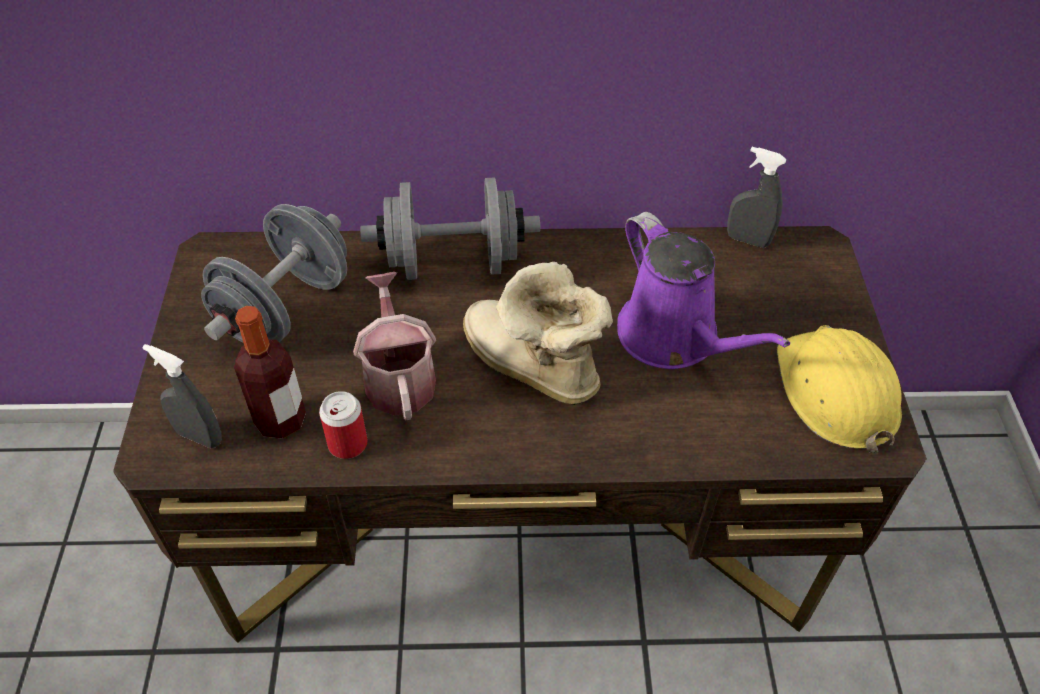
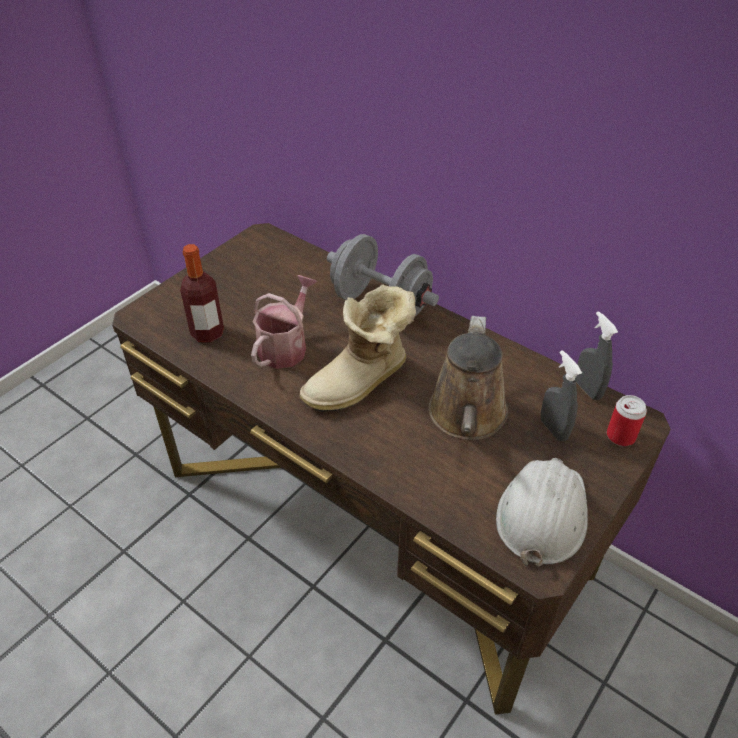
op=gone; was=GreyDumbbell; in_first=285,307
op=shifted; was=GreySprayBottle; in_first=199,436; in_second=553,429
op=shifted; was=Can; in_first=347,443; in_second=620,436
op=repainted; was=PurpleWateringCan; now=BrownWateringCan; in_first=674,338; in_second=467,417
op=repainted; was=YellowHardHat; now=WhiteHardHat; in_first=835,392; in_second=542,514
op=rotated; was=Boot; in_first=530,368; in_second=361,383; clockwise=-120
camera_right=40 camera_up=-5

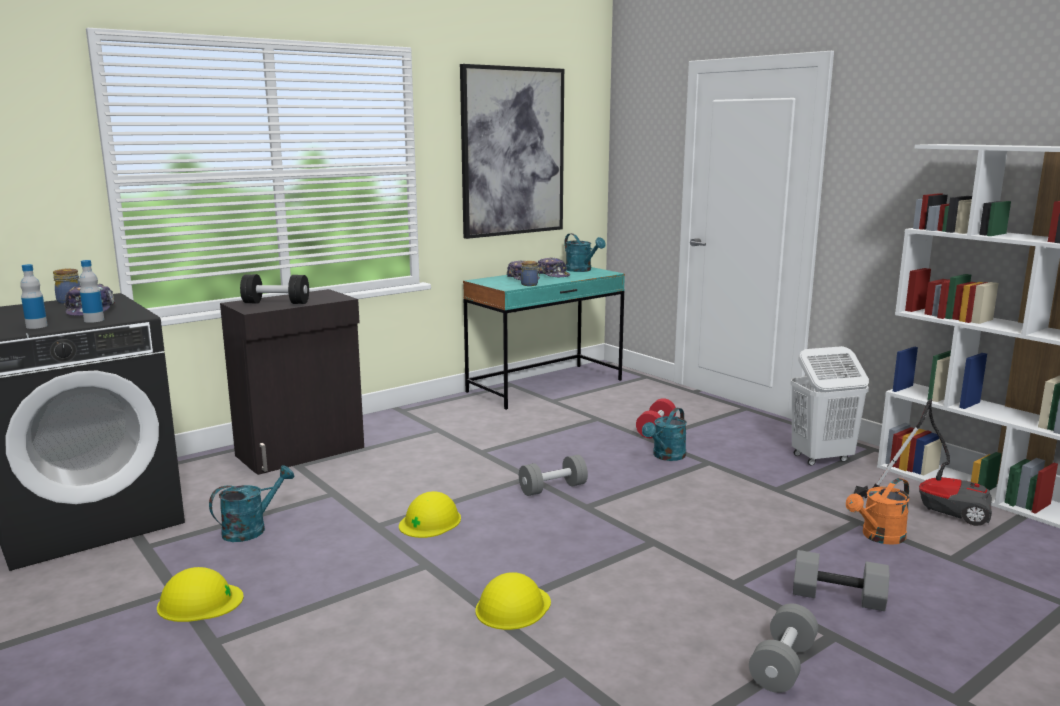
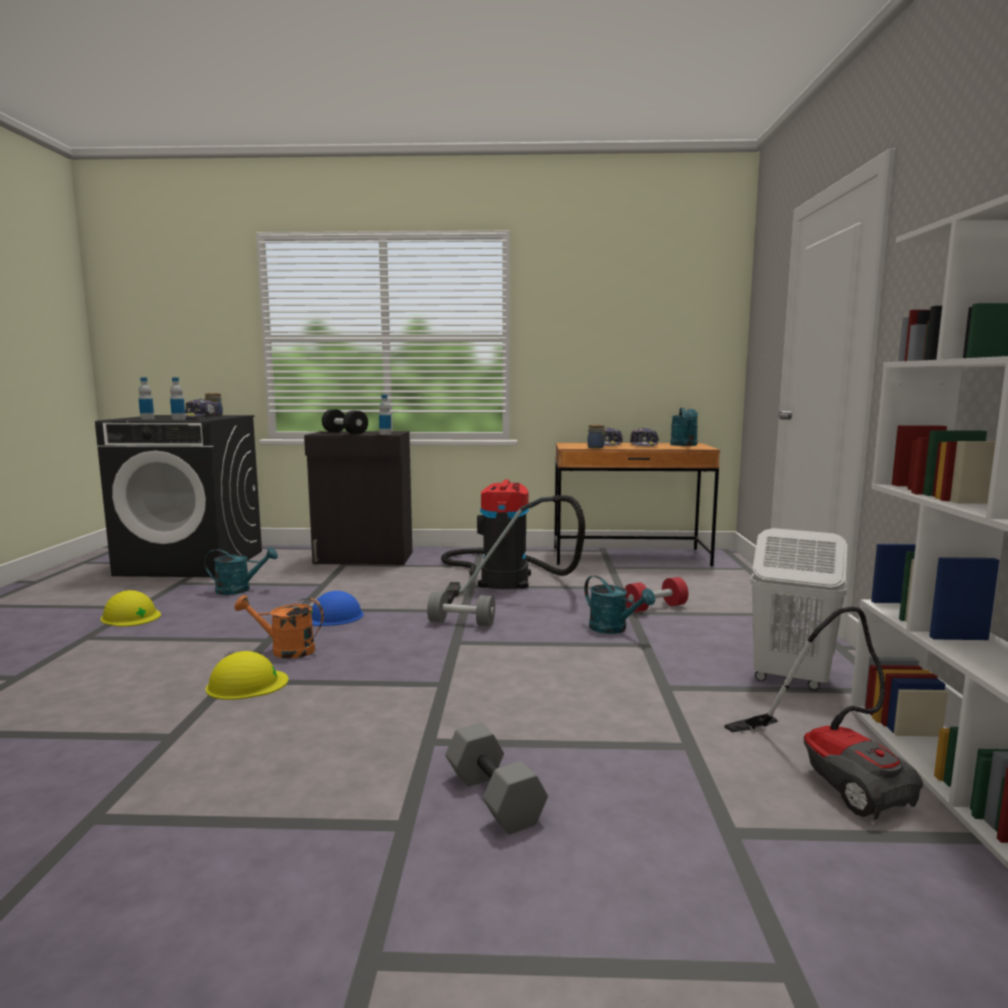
op=gone; was=Picture; in_first=512,152
op=gone; was=GreyDumbbell; in_first=782,665
op=new; now=Bottle; in_second=385,434
op=new; now=VacuumCleaner; in_second=503,578
op=shifted; was=OrangeWateringCan; in_first=878,537; in_second=285,650
op=repainted; was=YellowHardHat; now=BlueHardHat; in_first=430,521; in_second=333,616
op=repainted; was=TurquoiseDesk; now=BrownDesk; in_first=545,386; in_second=630,556
op=rotated; was=TurquoiseWateringCan; in_first=666,456; in_second=614,629; clockwise=-120
camera_right=40 camera_up=-5

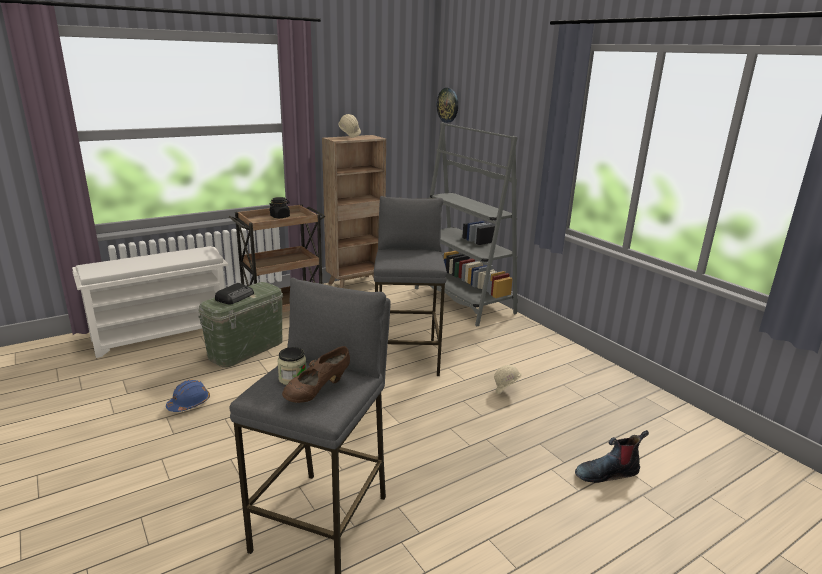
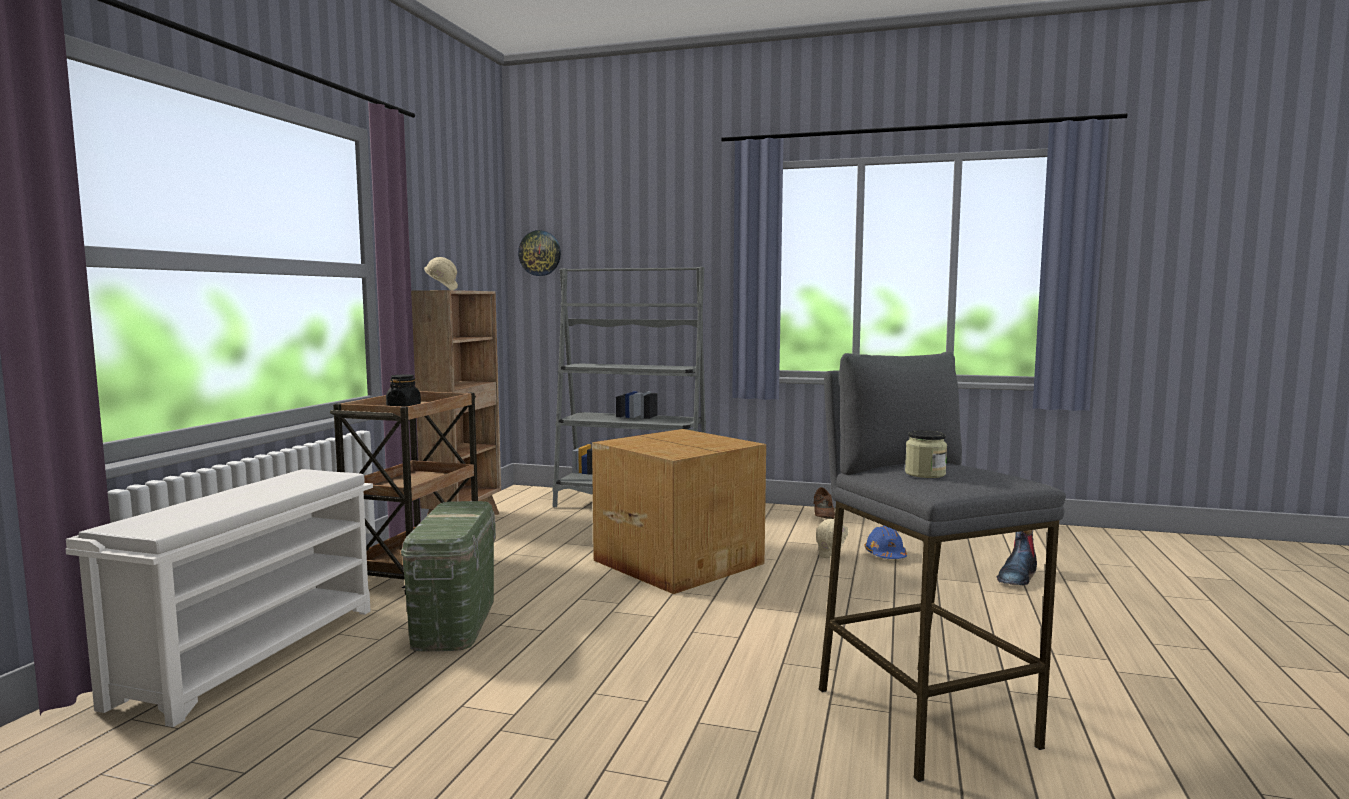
op=gone; was=Radio; in_first=235,297
op=shifted; was=BlueHardHat; in_first=189,403; in_second=885,555
op=shifted; was=BrownShoe; in_first=317,391; in_second=823,517
op=swapped; was=GreyStool; now=CardboardBox; in_first=407,356; in_second=678,561
camera_right=-40 camera_up=-15

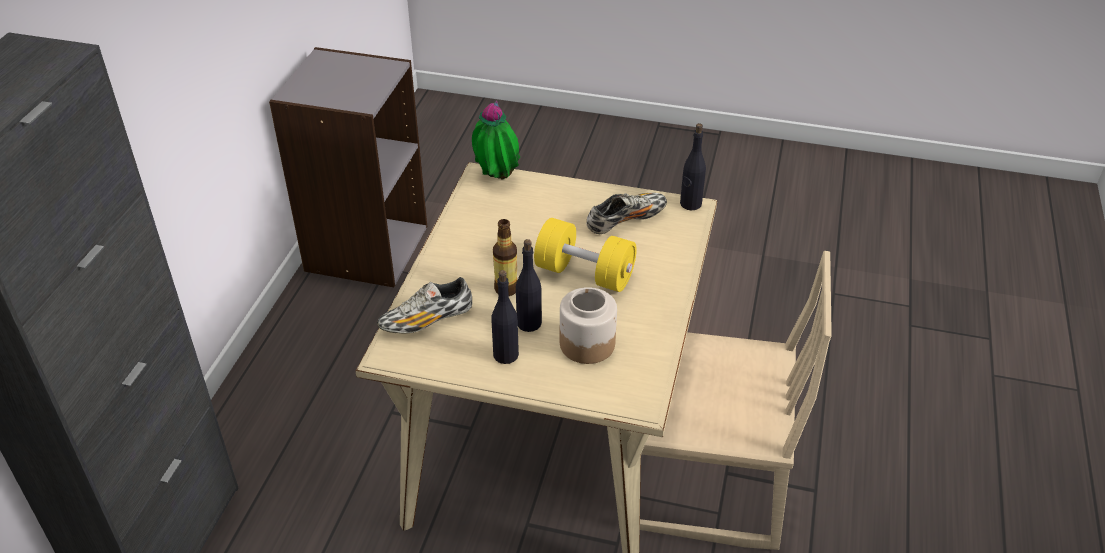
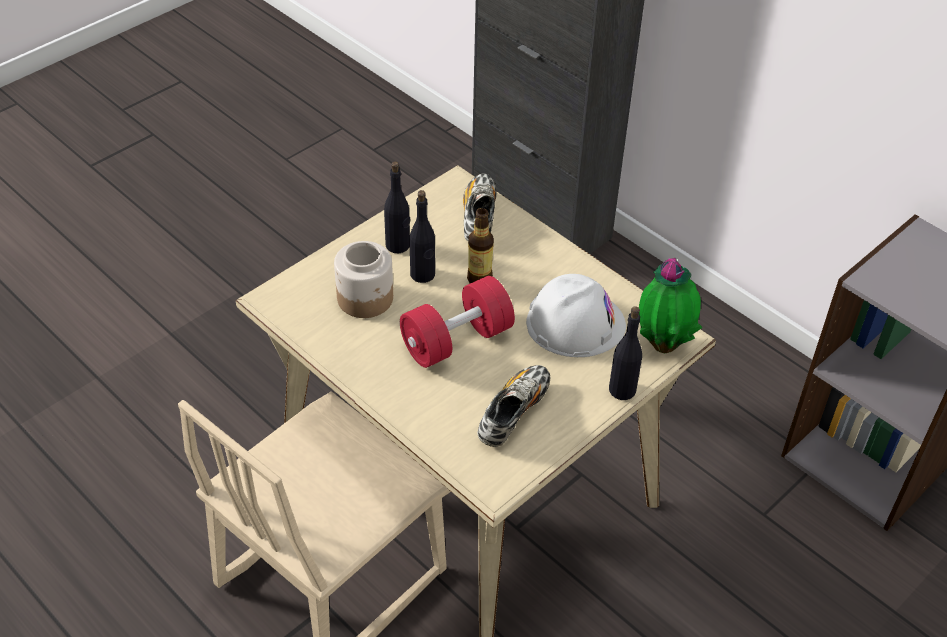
op=new; now=WhiteHardHat; in_second=575,323
op=shifted; was=BlackBottle; in_first=690,204; in_second=622,389
op=repainted; was=YellowDumbbell; now=RedDumbbell; in_first=584,273; in_second=456,340
op=rotated; was=Shoe; in_first=626,221; in_second=513,413; clockwise=-150
camera_right=120 camera_up=5

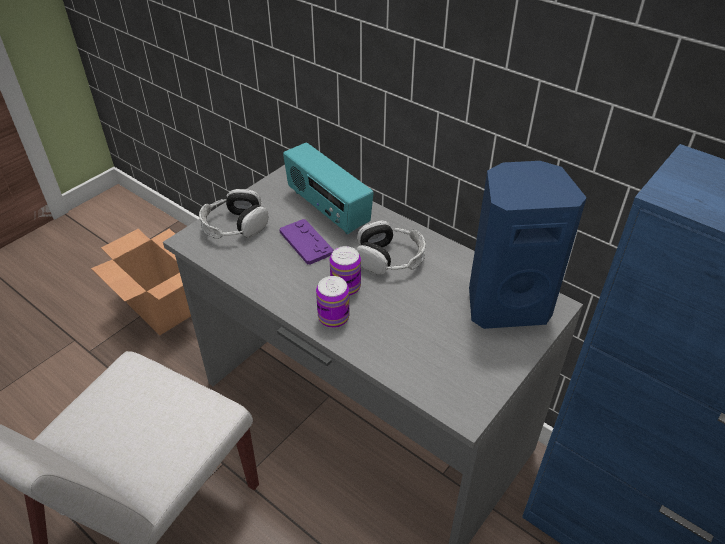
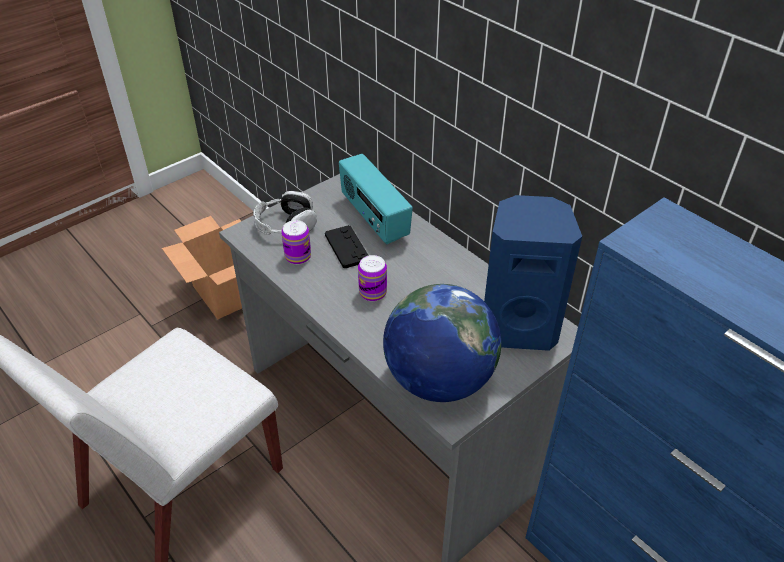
op=gone; was=Headphones; in_first=390,258
op=new; now=Globe; in_second=439,380
op=shifted; was=Can; in_first=333,317; in_second=298,257
op=repainted; was=PurpleGameController; now=BlackGameController; in_first=306,242; in_second=347,247
camera_right=10 camera_up=0

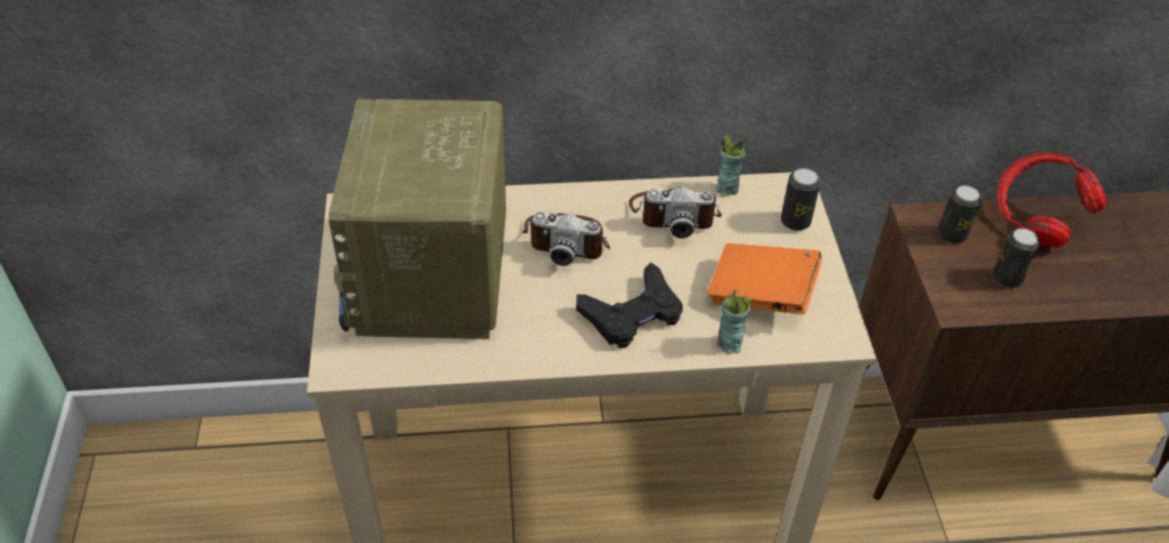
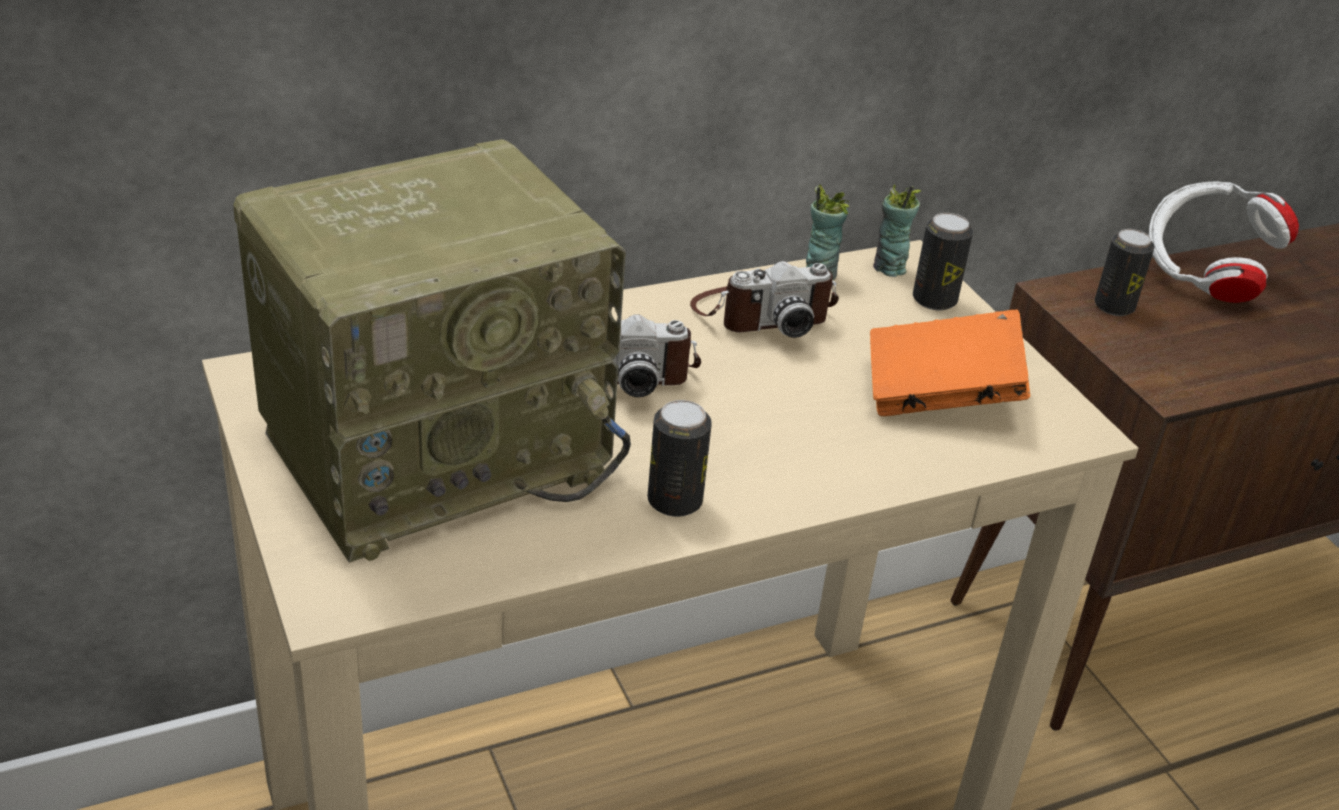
op=gone; was=BlackGameController; in_first=632,314
op=shifted; was=Cup; in_first=729,344; in_second=888,268
op=shifted; was=Can; in_first=1007,278; in_second=674,501
op=repainted; was=RedHeadphones; now=WhiteHeadphones; in_first=1035,220; in_second=1203,276
op=rotated; was=Radio; in_first=434,279; in_second=438,450; clockwise=-105
camera_right=-20 camera_up=-10

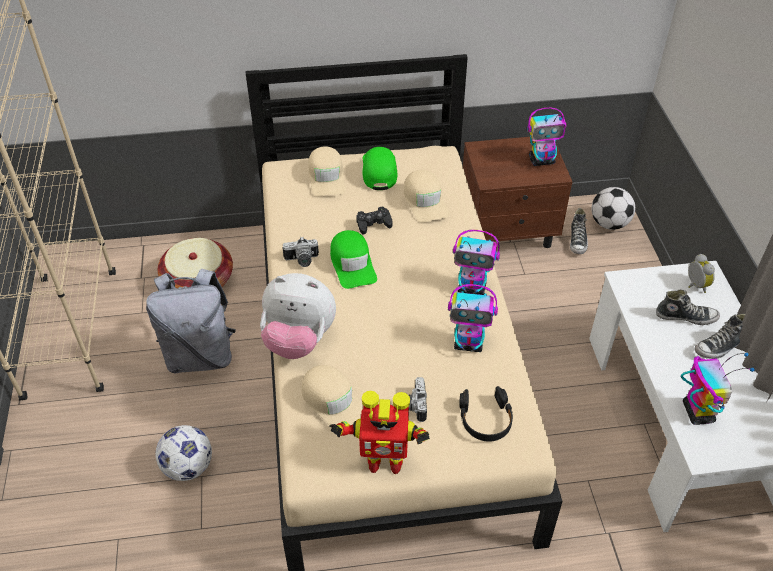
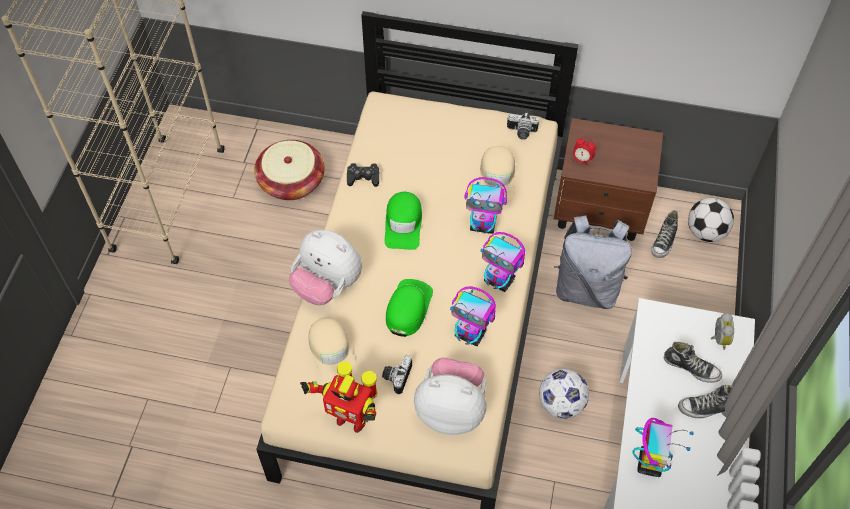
op=gone; was=BeigeCap; in_first=327,177
op=new; now=AlarmClock; in_second=582,160
op=shifted; was=GreyBackpack; in_first=200,355; in_second=586,288
op=shifted; was=Football; in_first=188,467; in_second=561,403
op=shifted; was=PhotoCamera; in_first=302,261; in_second=521,132
op=shifted; was=BlackGameController; in_first=373,223; in_second=363,177
op=shifted; was=GreenCap; in_first=379,171; in_second=408,308
op=shifted; was=ToyRobot; in_first=542,160; in_second=483,225
op=swapped; was=BlackHeadphones; now=PlushToy; in_first=485,419; in_second=451,409
camera_right=20 camera_up=10

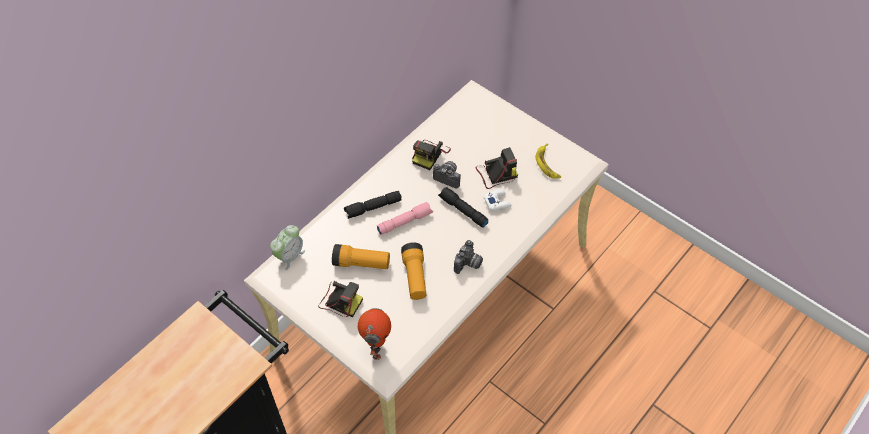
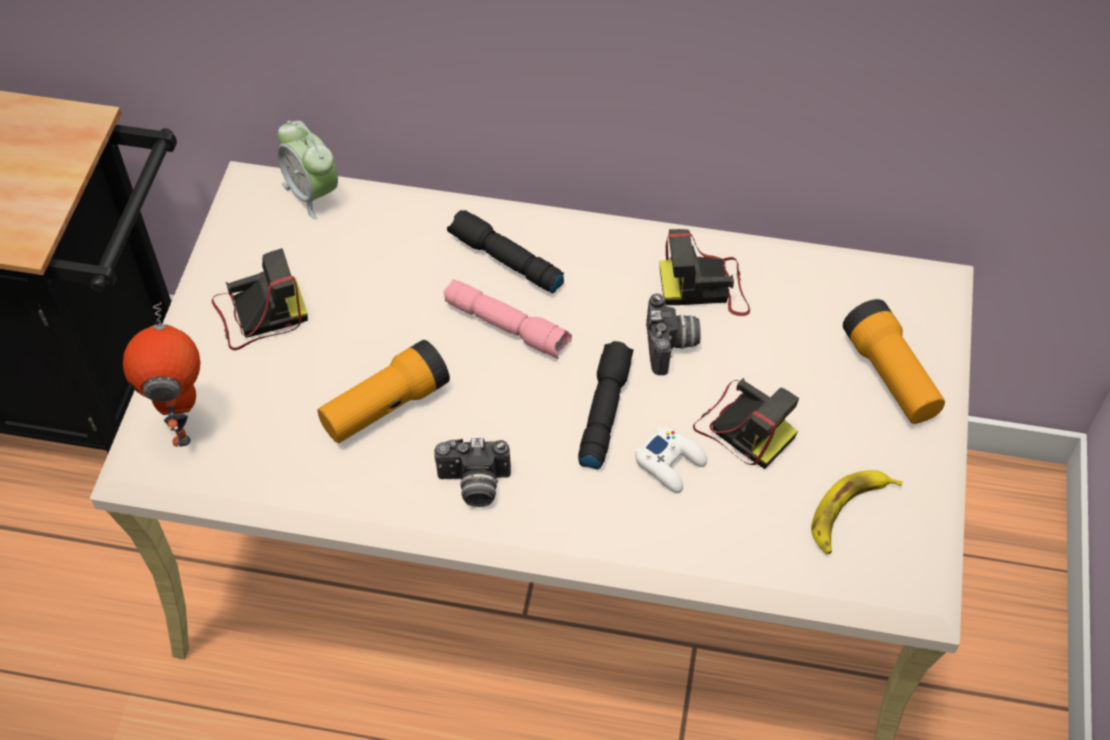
op=shifted; was=Flashlight; in_first=361,263; in_second=890,376
op=rotated; was=AlarmClock; in_first=289,256; in_second=312,193; clockwise=45
op=rotated; was=PhotoCamera; in_first=340,300; in_second=259,315; clockwise=-105
op=rotated; was=ToyRobot; in_first=376,348; in_second=185,423; clockwise=105
camera_right=60 camera_up=0

